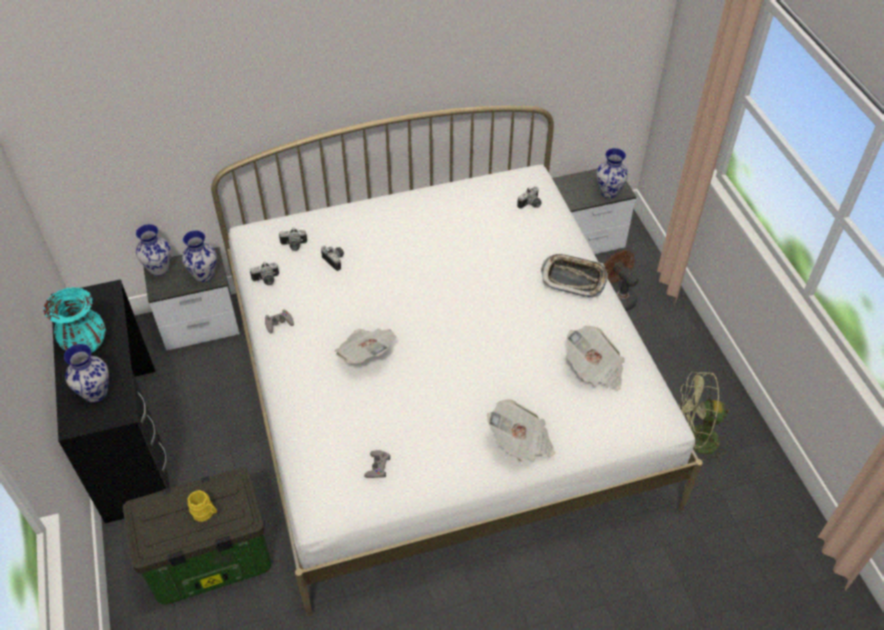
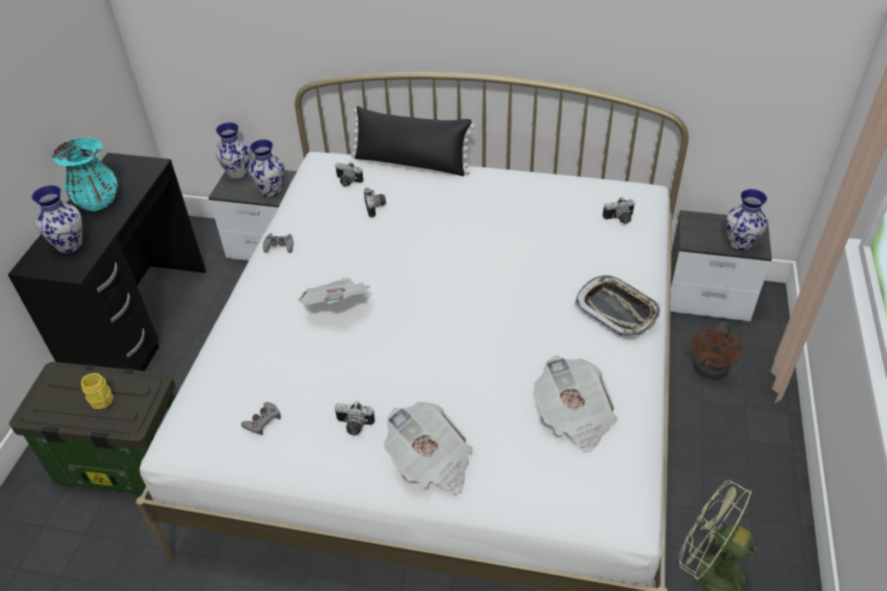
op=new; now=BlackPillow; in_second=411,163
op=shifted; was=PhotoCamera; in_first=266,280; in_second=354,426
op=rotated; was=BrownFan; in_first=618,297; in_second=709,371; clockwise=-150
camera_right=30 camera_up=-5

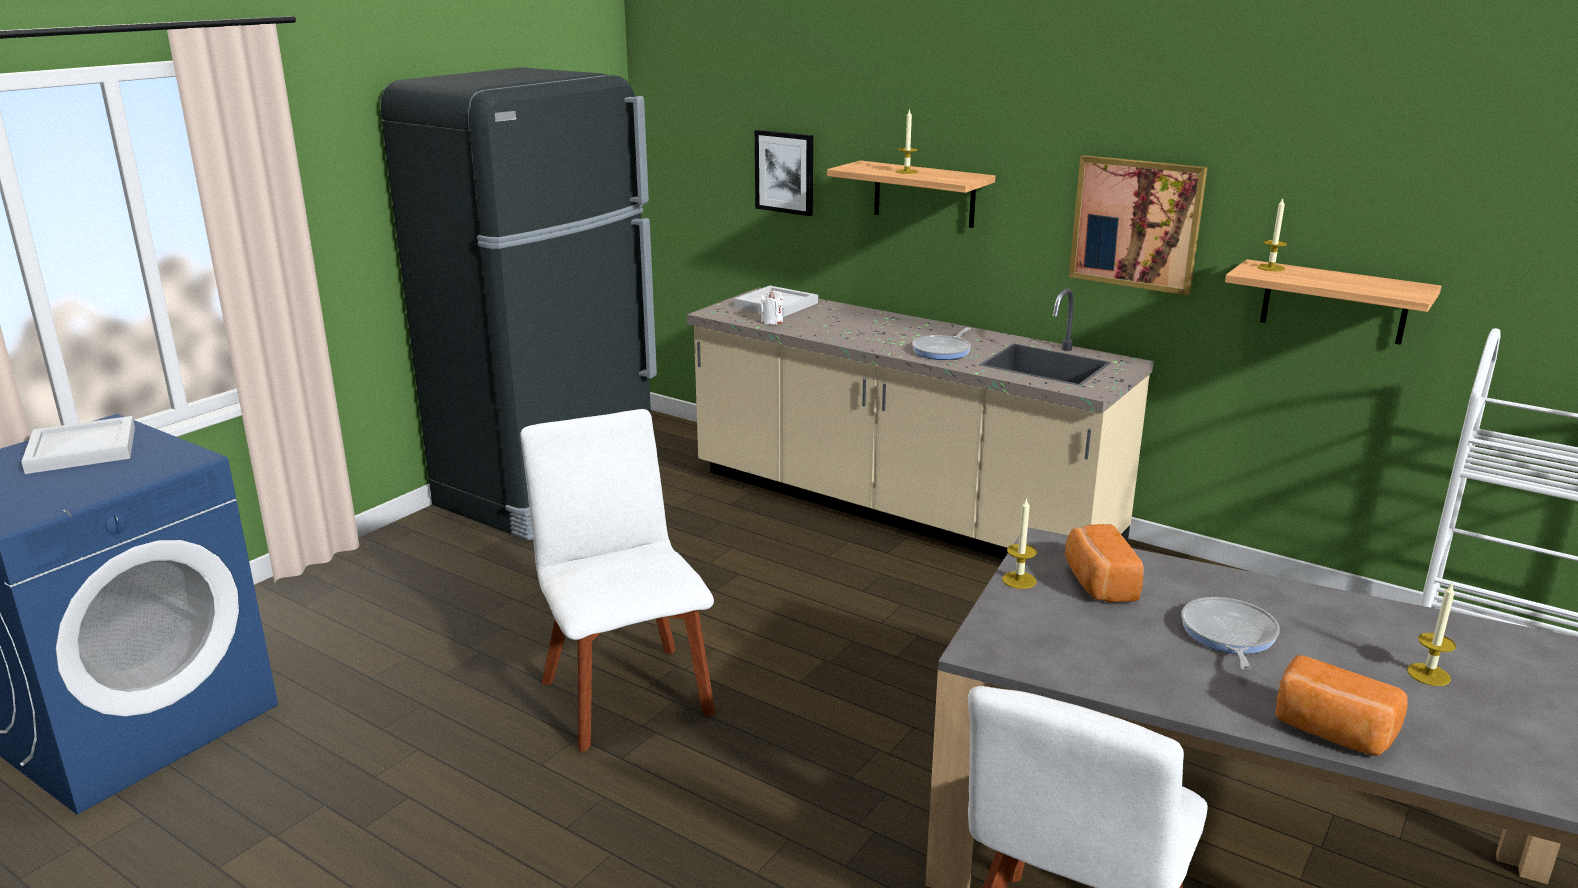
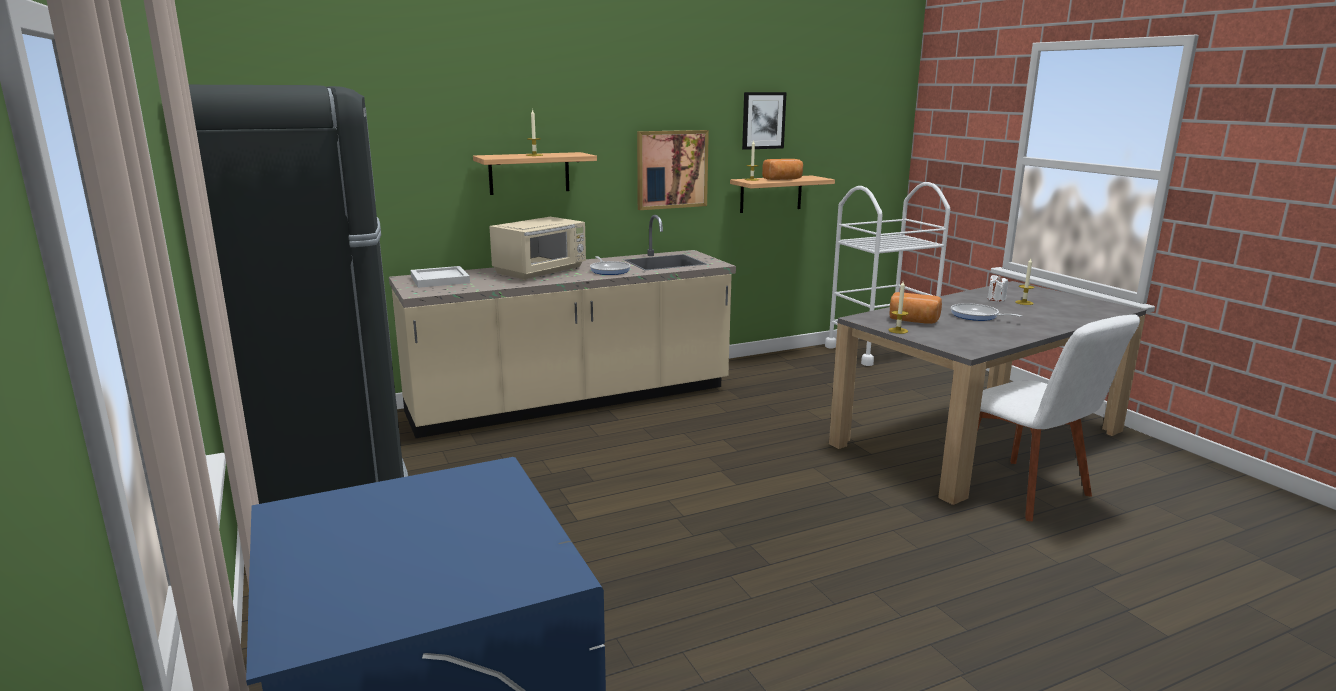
op=gone; was=WhiteTray; in_first=80,449
op=gone; was=WhiteChair; in_first=625,692
op=new; now=BeigeMicrowave; in_second=541,271
op=shifted; was=Picture; in_first=785,172; in_second=763,120
op=shifted; was=WhiteCandle; in_first=772,322; in_second=996,299
op=shifted; was=Bread; in_first=1331,732; in_second=783,179
camera_right=-60 camera_up=-5

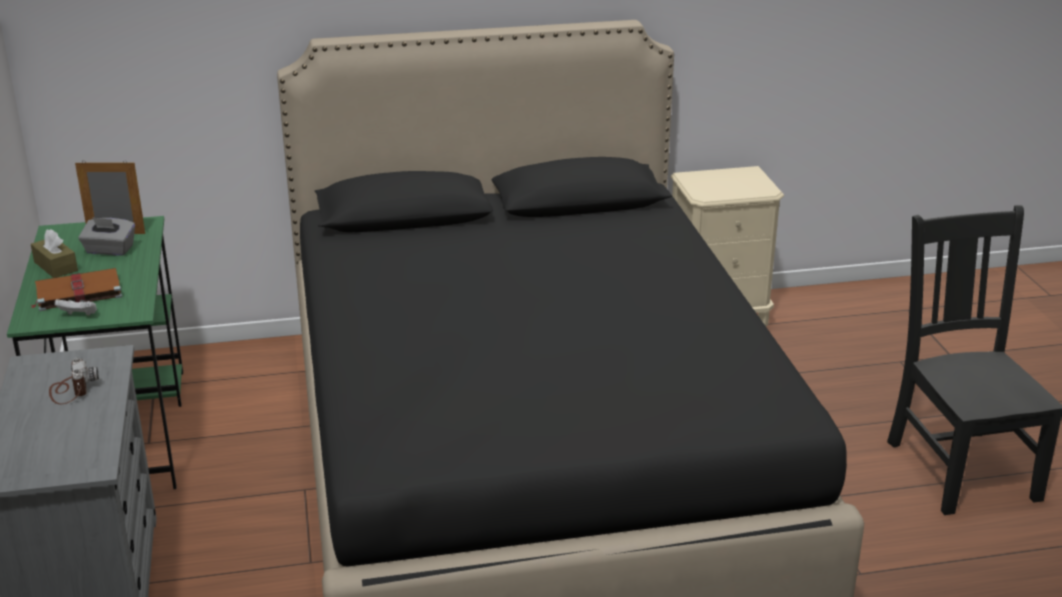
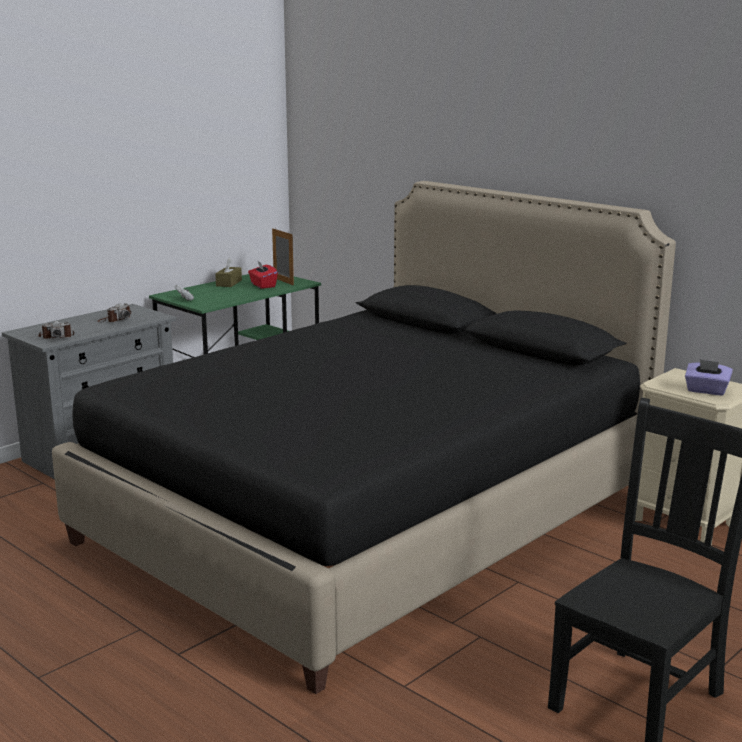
op=gone; was=BrownBook; in_first=77,292
op=new; now=PhotoCamera; in_second=56,337
op=new; now=PurpleTissueBox; in_second=706,391
op=repainted; was=GreyTissueBox; now=RedTissueBox; in_first=109,250; in_second=262,285
camera_right=55 camera_up=-10

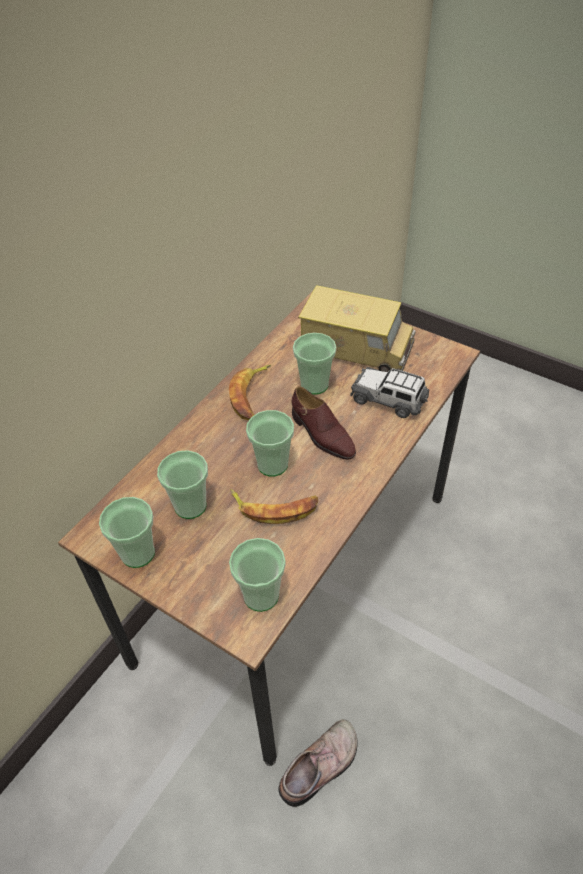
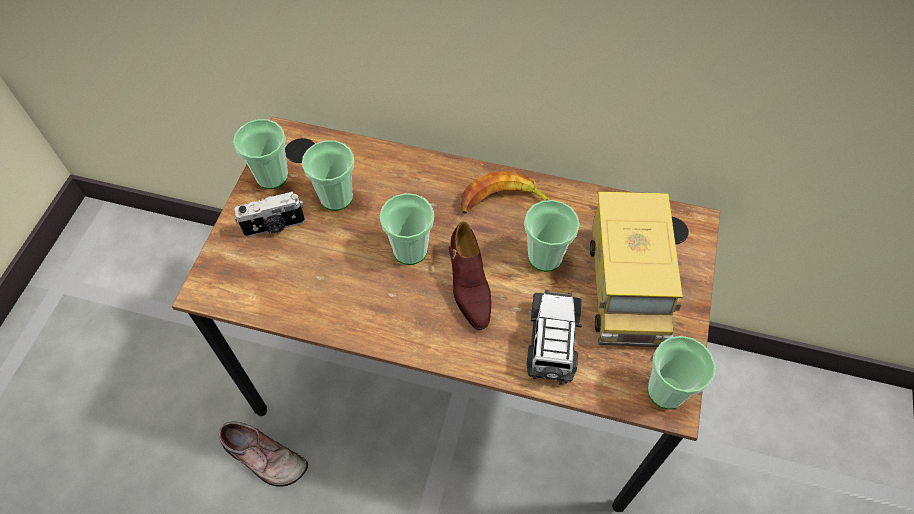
op=gone; was=Banana; in_first=275,508
op=new; now=PhotoCamera; in_second=274,226
op=shifted; was=Cup; in_first=261,595; in_second=666,391
op=rotated; was=BrownShoe; in_first=322,435; in_second=469,285; clockwise=-45
camera_right=70 camera_up=10

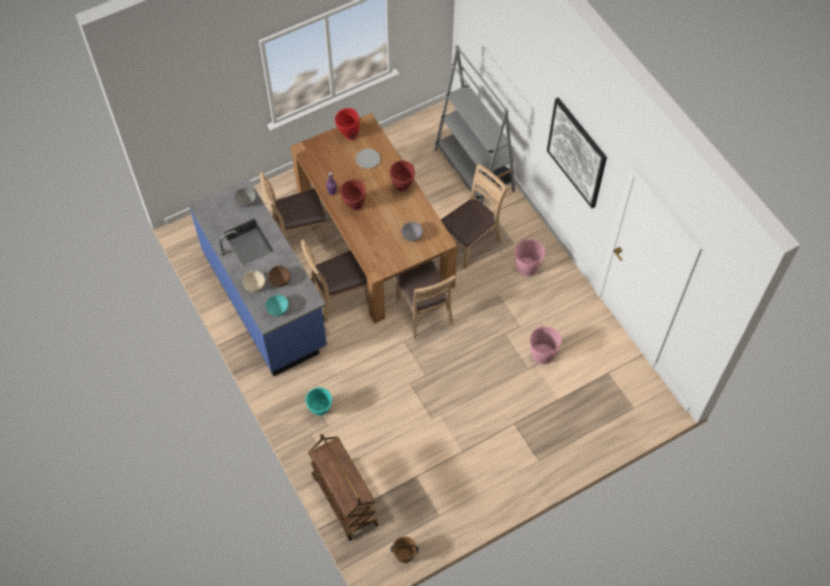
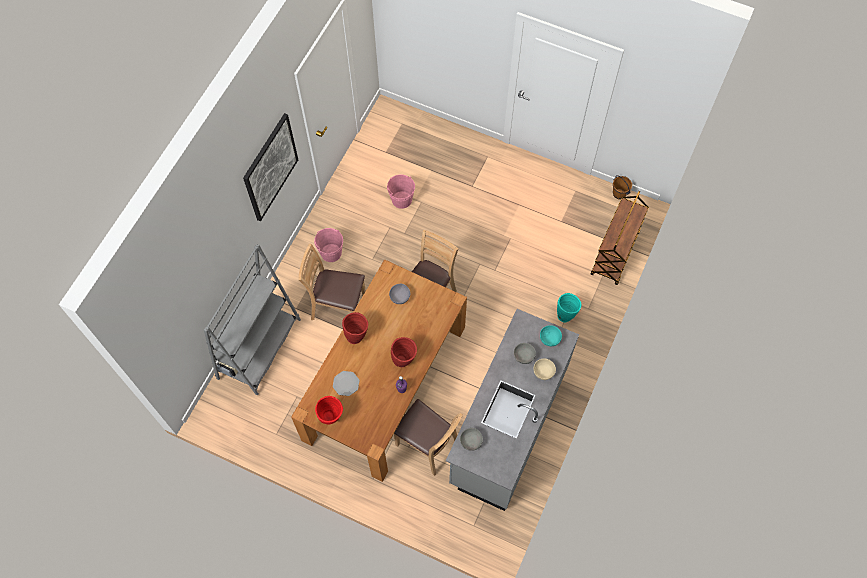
op=gone; was=BrownChair; in_first=339,298
op=repainted; was=BlueCounter; now=GreyCounter; in_first=265,300; in_second=508,424
op=repainted; was=BrownBowl; now=GreyBowl; in_first=280,280; in_second=523,356
camera_right=-125 camera_up=5

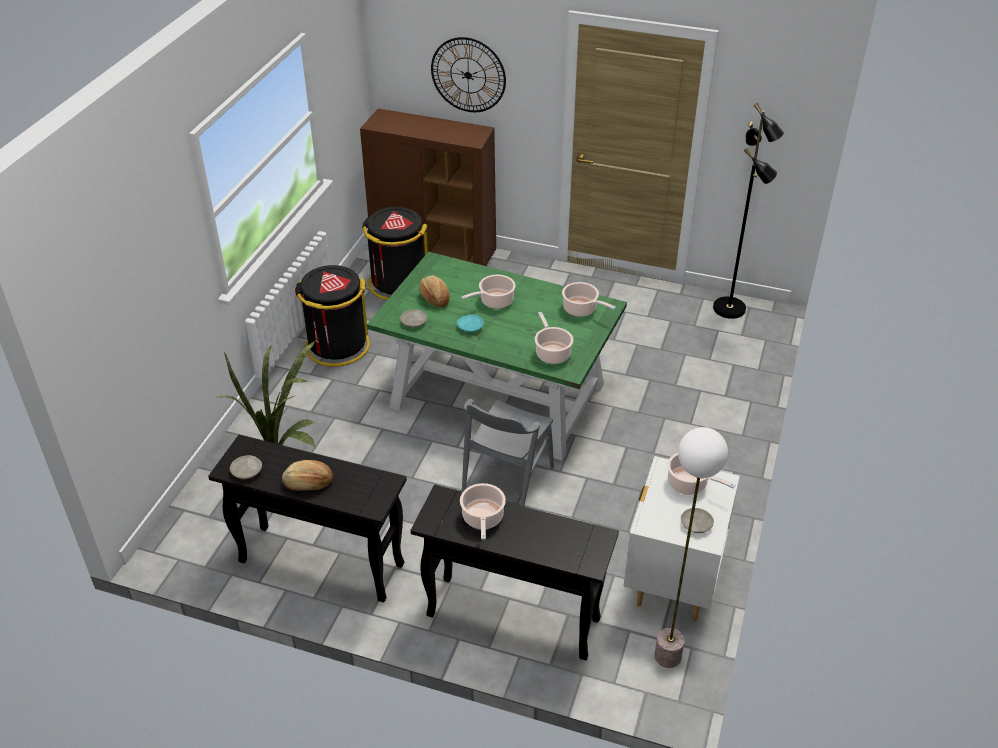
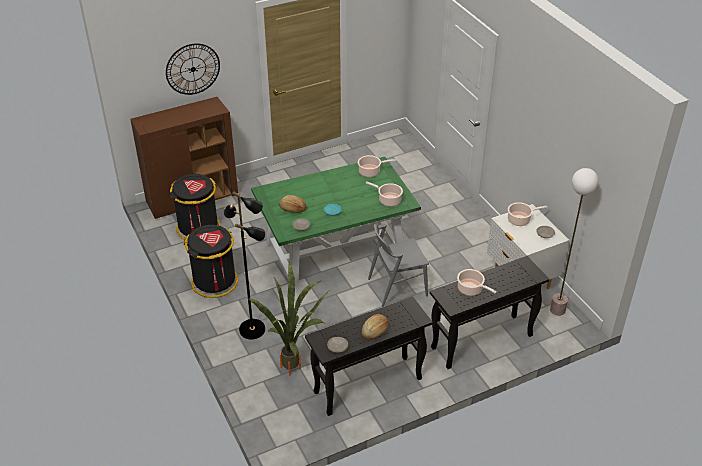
op=gone; was=CookingPot; in_first=494,301
op=shifted; was=BlackFloorLamp; in_first=730,308; in_second=253,329
op=rotated; was=GreyChair; in_first=507,481; in_second=397,287; clockwise=90
camera_right=-45 camera_up=0

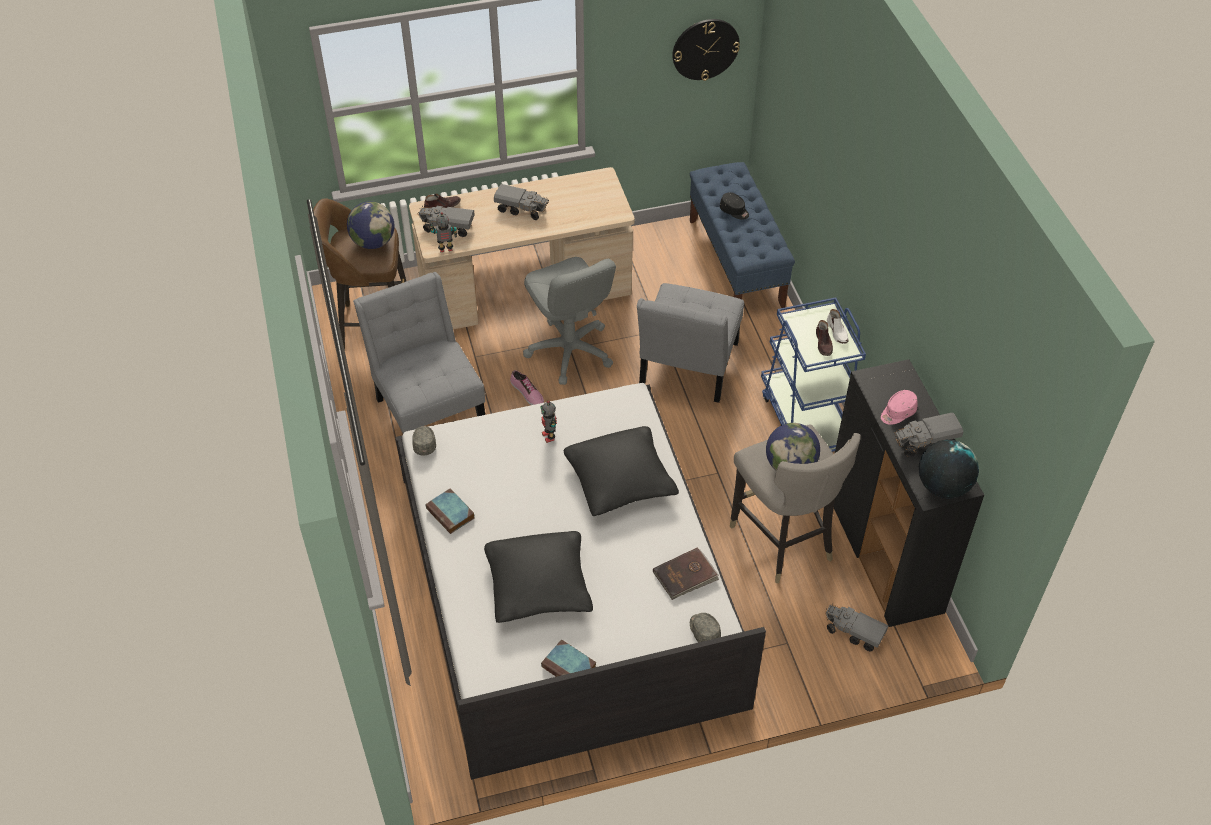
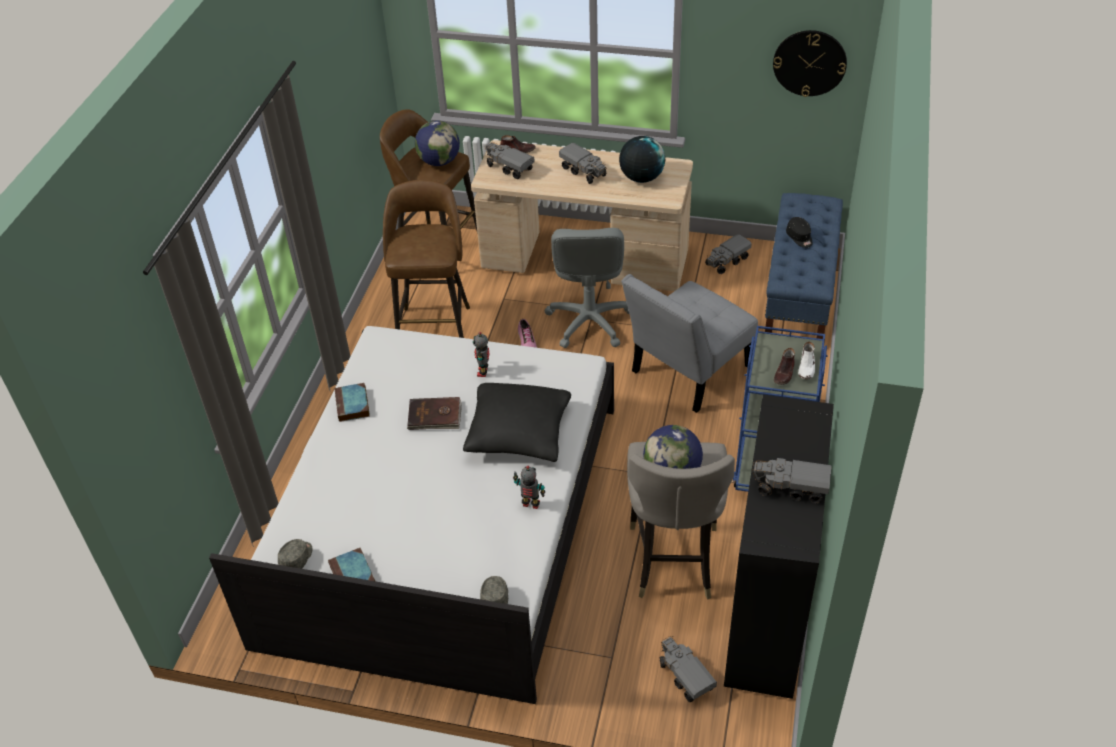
op=gone; was=BlackPillow; in_first=538,586
op=gone; was=PinkCap; in_first=897,413
op=new; now=ToyTruck; in_second=726,261
op=shifted; was=GreyCap; in_first=424,443; in_second=297,558
op=shifted; was=ToyRobot; in_first=446,249; in_second=531,505
op=shifted; was=BrownBook; in_first=685,575; in_second=435,416
op=shifted; was=Globe; in_first=942,486; in_second=641,178
op=swapped; was=GreyChair; now=BrownStool; in_first=429,409; in_second=435,328
camera_right=30 camera_up=-5

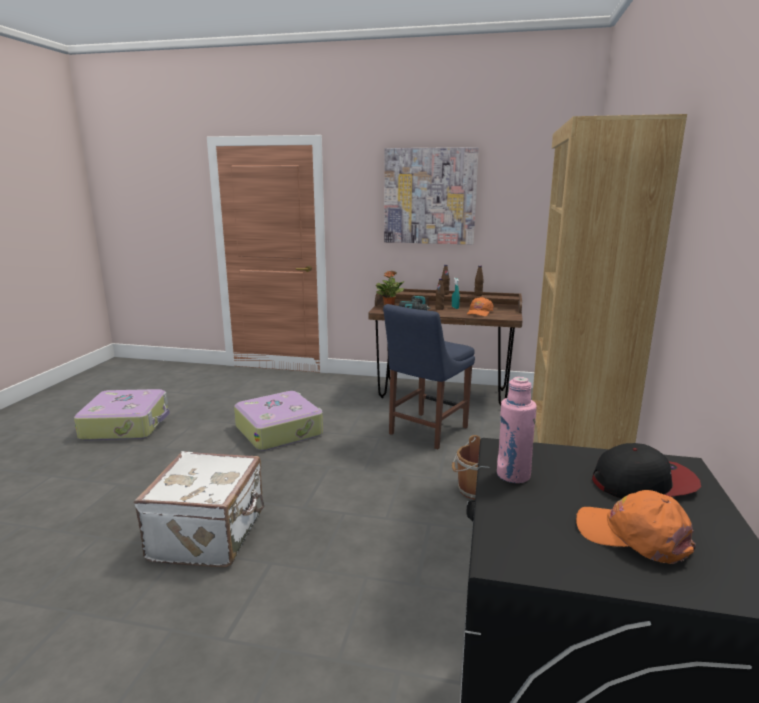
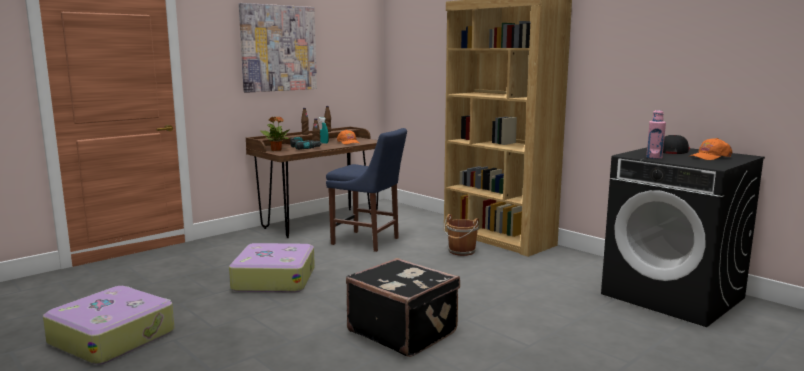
op=repainted; was=WhiteSuitcase; now=BlackSuitcase; in_first=210,535; in_second=403,331
op=rotated; was=BlueChair; in_first=425,431; in_second=368,241; clockwise=-45
camera_right=-55 camera_up=-5

